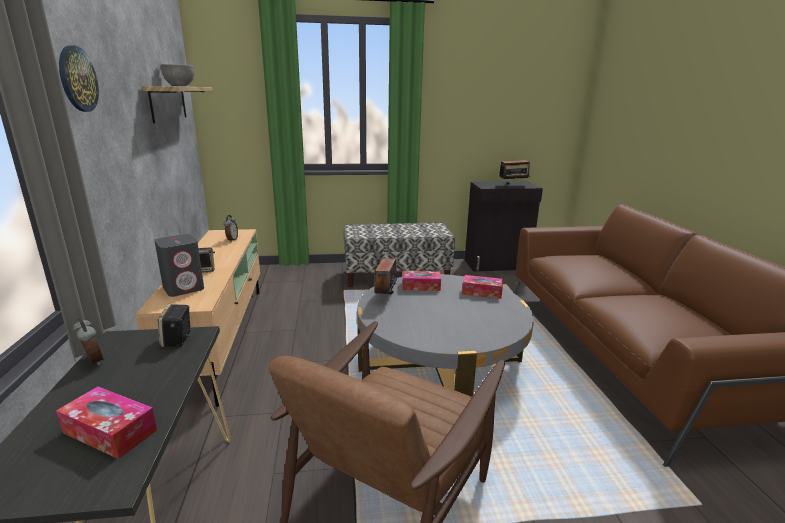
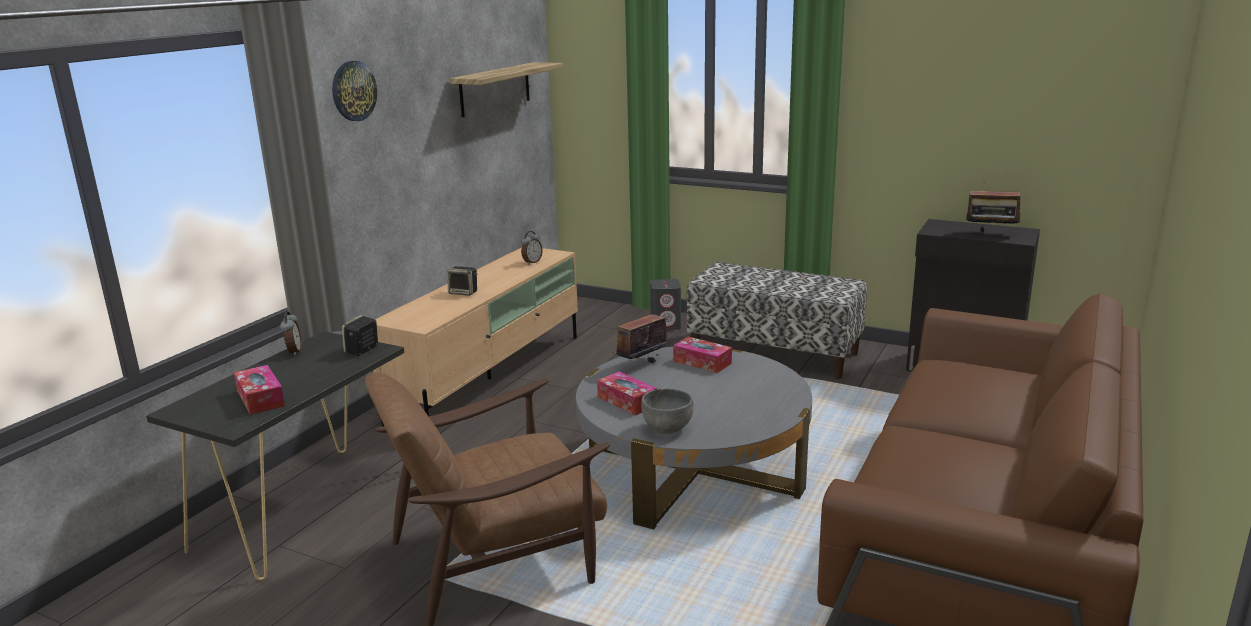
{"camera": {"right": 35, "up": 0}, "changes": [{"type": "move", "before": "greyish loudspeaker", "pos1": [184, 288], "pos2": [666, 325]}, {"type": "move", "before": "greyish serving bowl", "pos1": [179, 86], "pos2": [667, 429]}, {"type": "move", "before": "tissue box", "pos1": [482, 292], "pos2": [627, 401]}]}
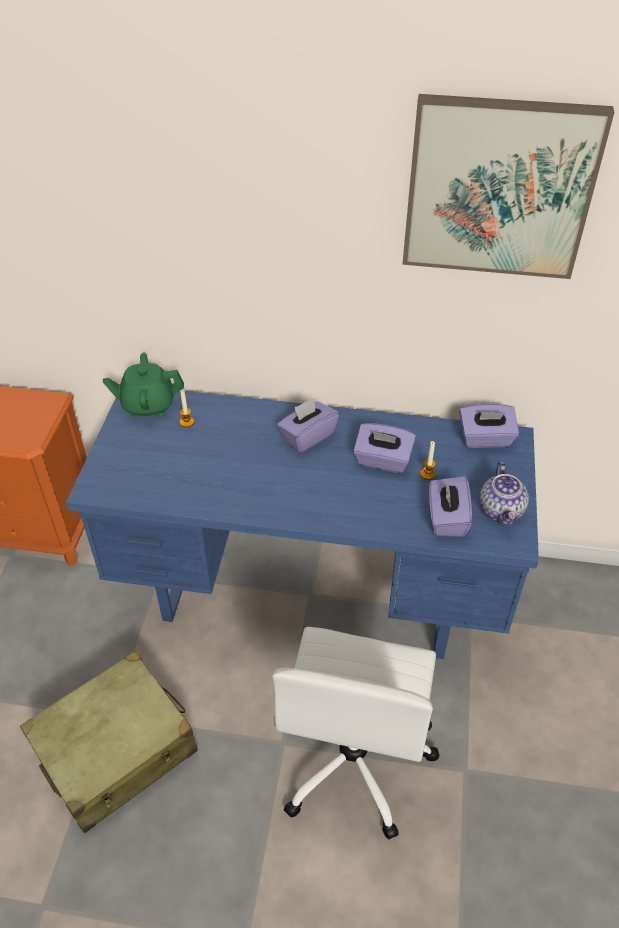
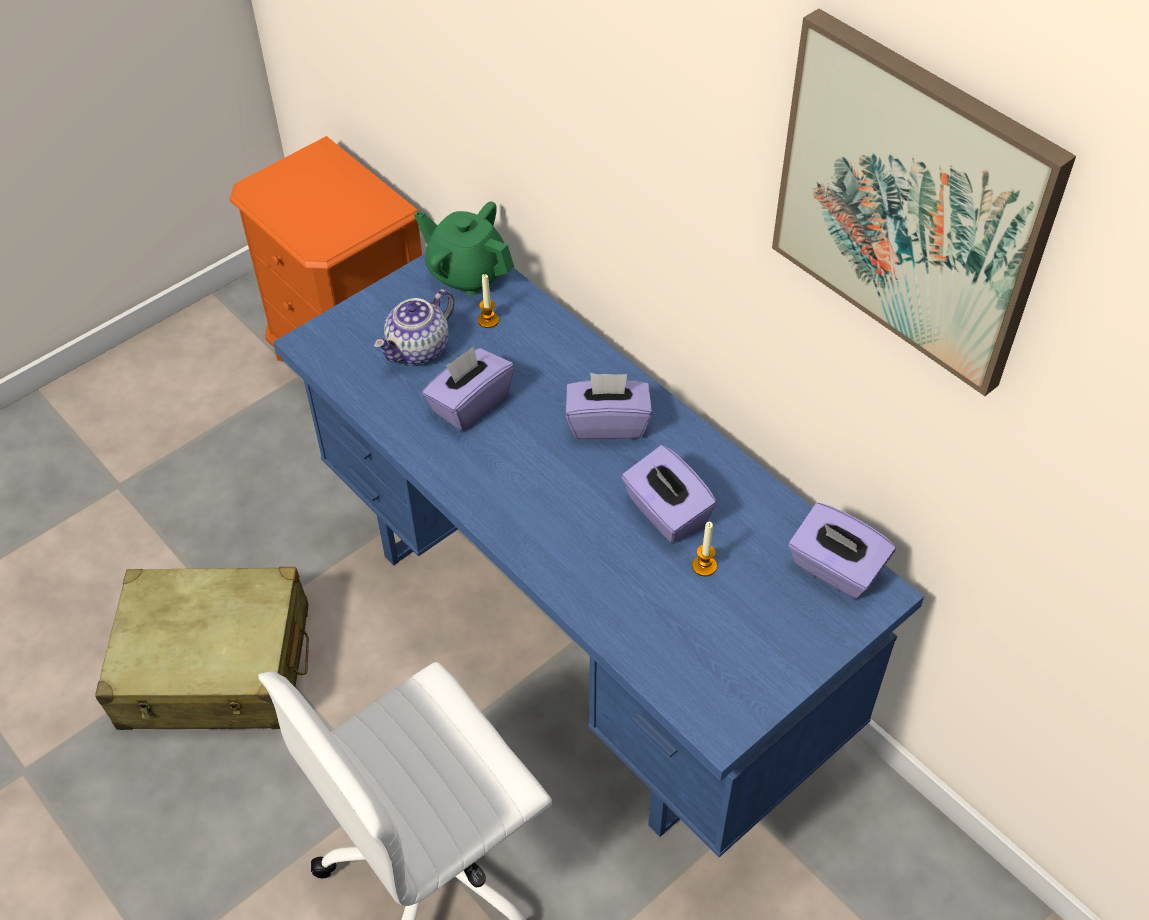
{"camera": {"right": 40, "up": 5}, "changes": [{"type": "move", "before": "purple tissue box", "pos1": [446, 518], "pos2": [470, 403]}, {"type": "move", "before": "pot for tea", "pos1": [501, 511], "pos2": [418, 349]}]}
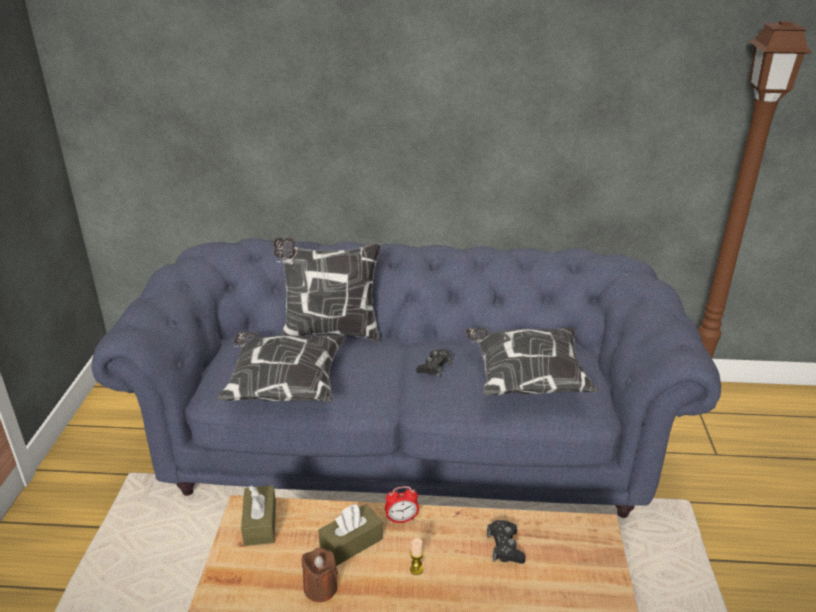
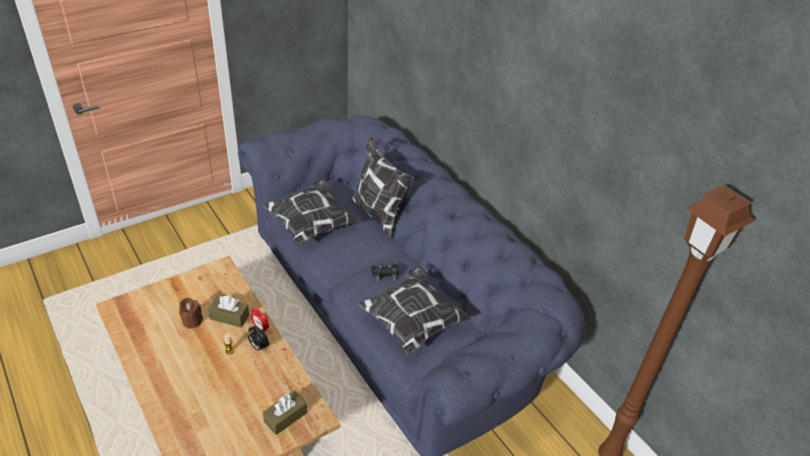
{"camera": {"right": 50, "up": 10}, "changes": [{"type": "delete", "before": "black-coloured gamepad", "pos1": [505, 547]}, {"type": "insert", "after": "alarm clock", "pos2": [258, 347]}, {"type": "move", "before": "brownish tissue box", "pos1": [260, 523], "pos2": [285, 417]}]}
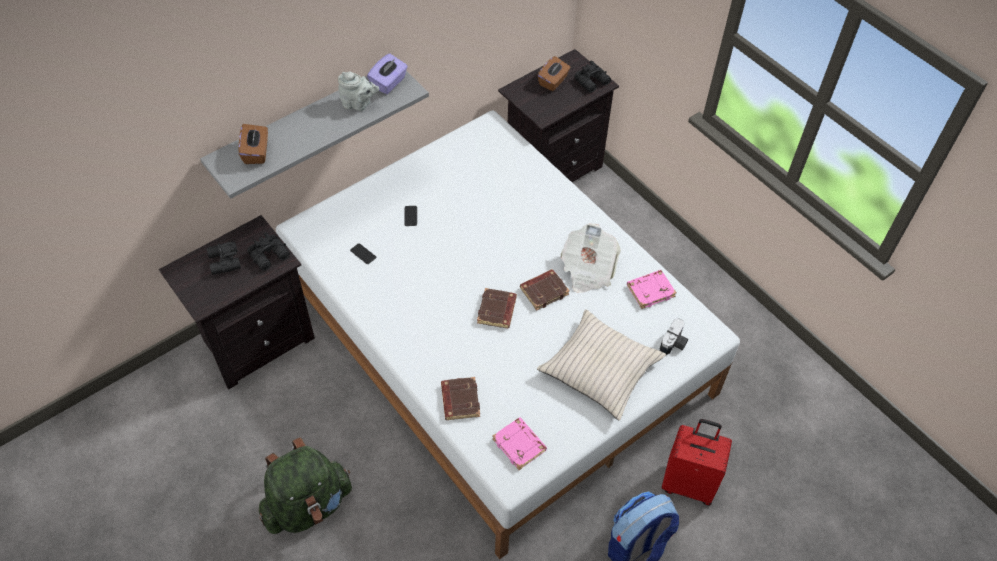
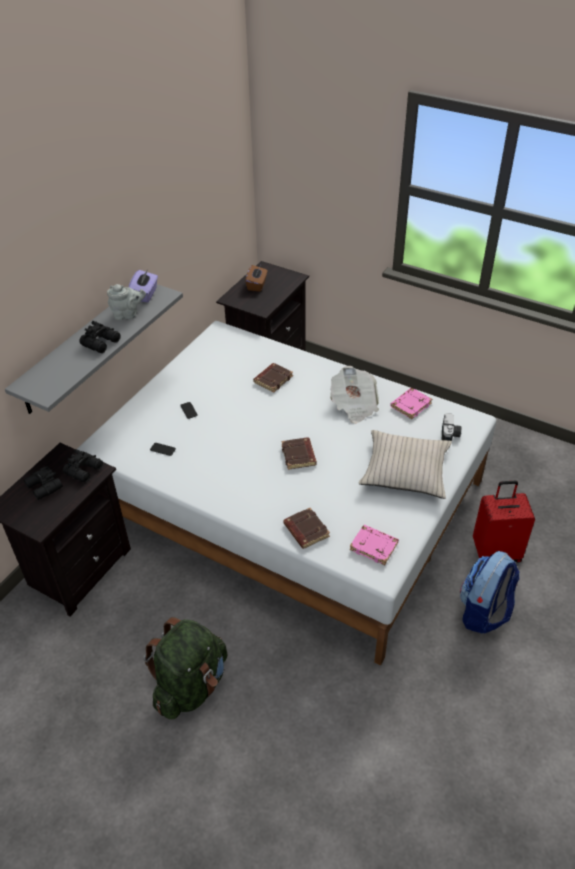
{"camera": {"right": -20, "up": -10}, "changes": [{"type": "delete", "before": "brownish tissue box", "pos1": [256, 152]}, {"type": "move", "before": "brownish bound book", "pos1": [544, 291], "pos2": [273, 379]}, {"type": "move", "before": "black-coloured pair of binoculars", "pos1": [593, 82], "pos2": [102, 343]}]}
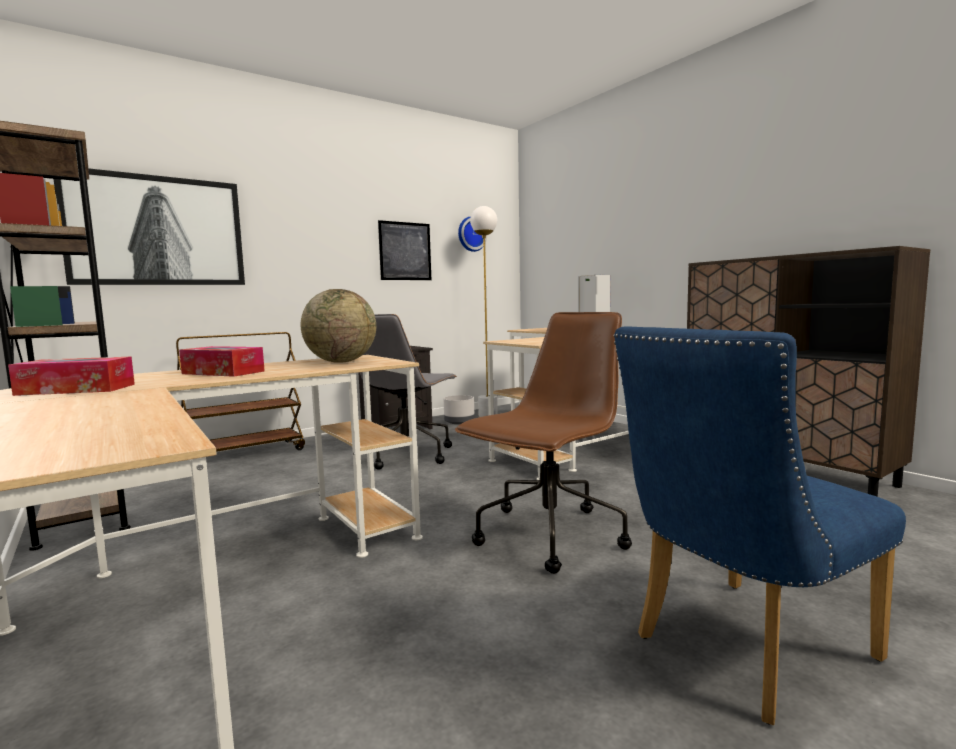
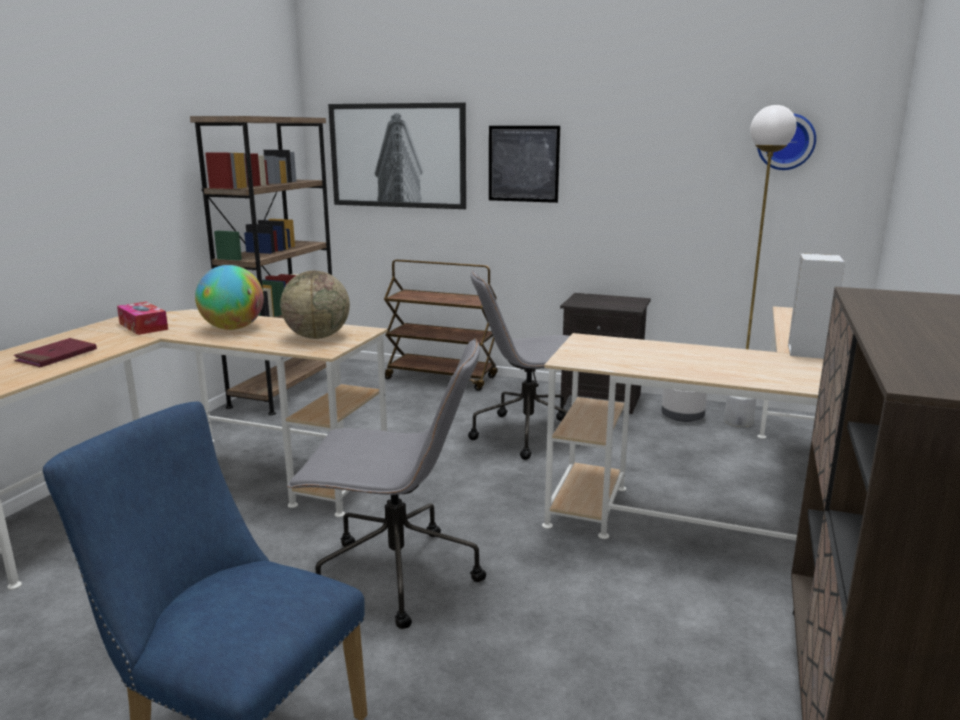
{"camera": {"right": 55, "up": 10}, "changes": [{"type": "insert", "after": "reddish bound book", "pos2": [56, 356]}, {"type": "move", "before": "wall picture", "pos1": [405, 251], "pos2": [523, 164]}, {"type": "replace", "before": "tissue box", "after": "desk globe", "pos1": [223, 372], "pos2": [233, 328]}, {"type": "recolor", "before": "brownish office chair", "after": "greyish office chair", "pos1": [548, 537], "pos2": [395, 575]}]}
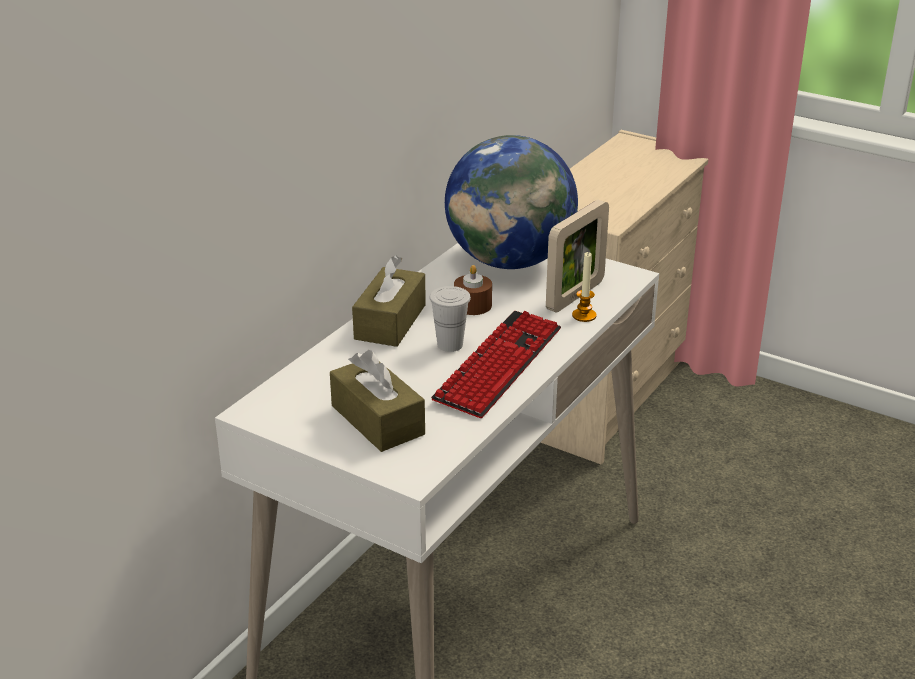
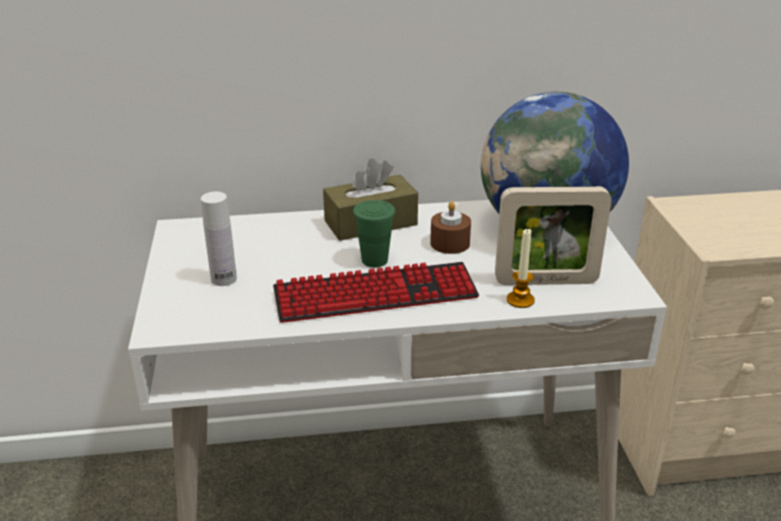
{"camera": {"right": 50, "up": 0}, "changes": [{"type": "replace", "before": "brownish tissue box", "after": "white-coloured beverage bottle", "pos1": [377, 420], "pos2": [223, 279]}, {"type": "recolor", "before": "white-coloured cup", "after": "green-coloured cup", "pos1": [450, 345], "pos2": [374, 260]}]}
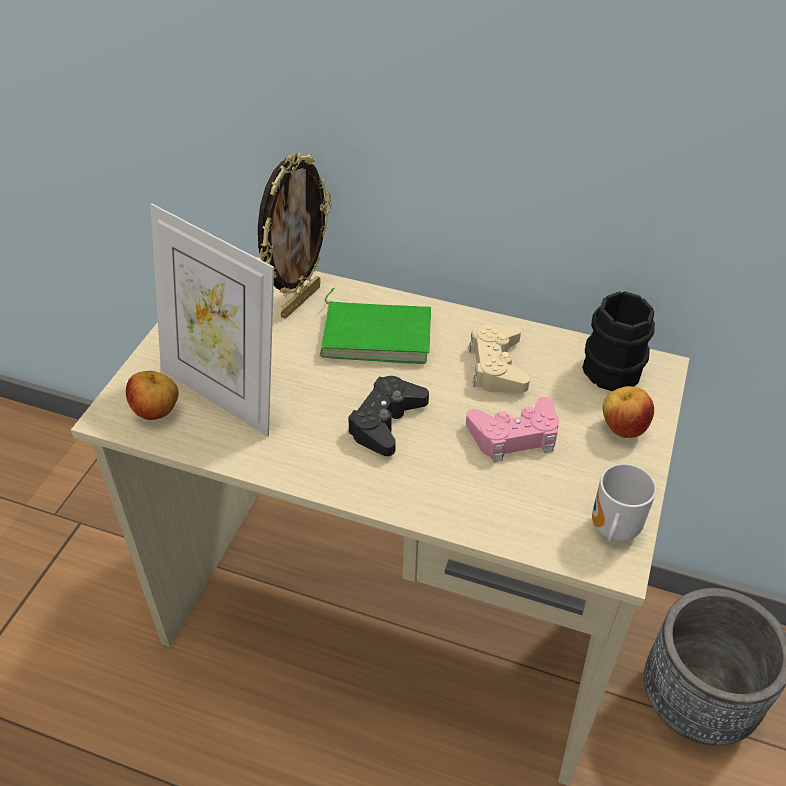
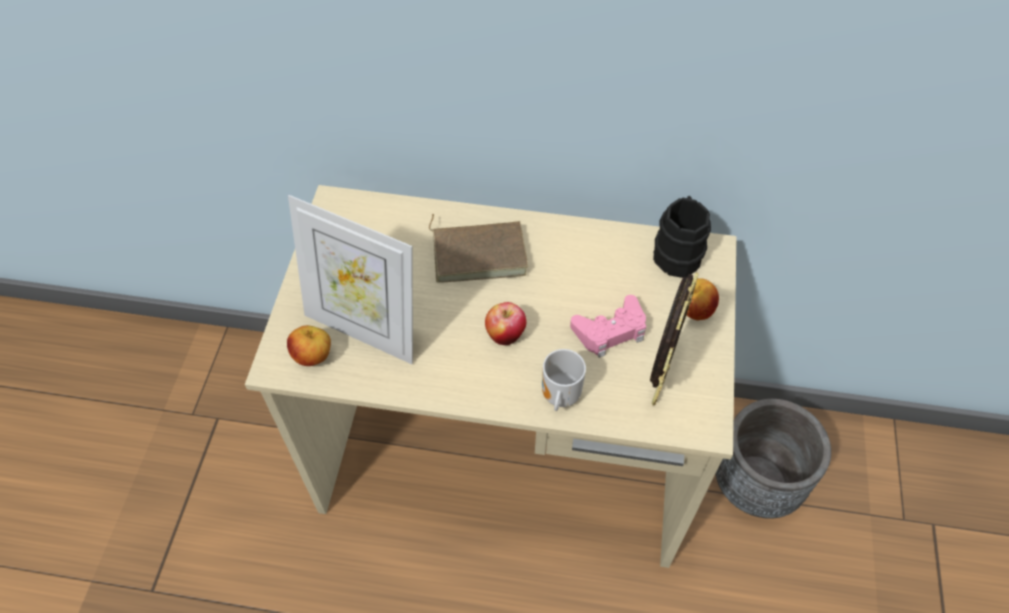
{"camera": {"right": -10, "up": 10}, "changes": [{"type": "delete", "before": "beige-coloured gamepad", "pos1": [497, 366]}, {"type": "move", "before": "picture frame", "pos1": [299, 300], "pos2": [659, 379]}, {"type": "move", "before": "mug", "pos1": [611, 530], "pos2": [558, 397]}, {"type": "replace", "before": "black-coloured gamepad", "after": "apple", "pos1": [386, 422], "pos2": [505, 335]}, {"type": "recolor", "before": "green-coloured bound book", "after": "brownish bound book", "pos1": [377, 334], "pos2": [479, 252]}]}
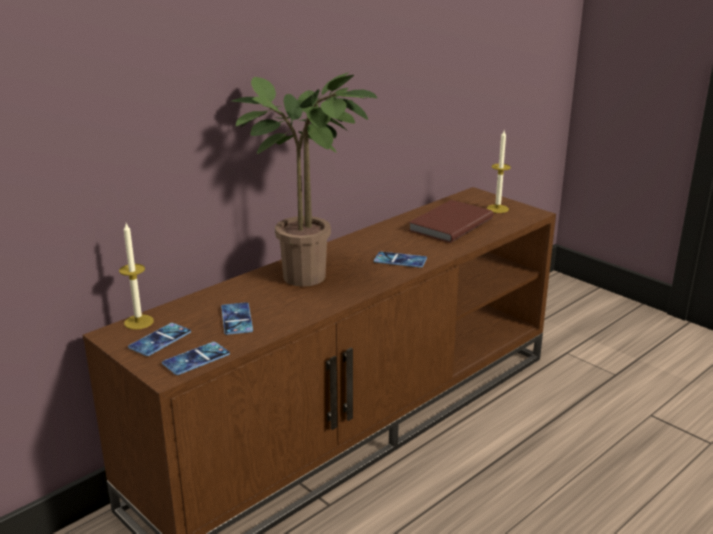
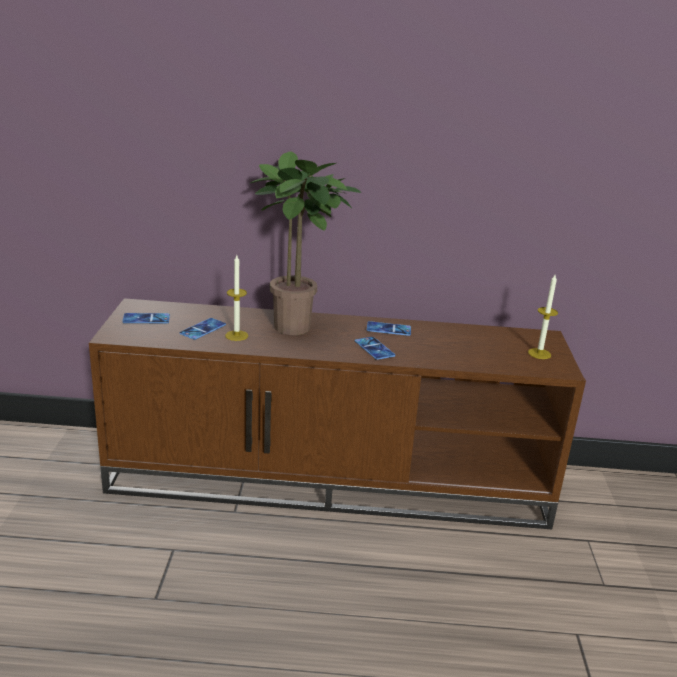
{"camera": {"right": 45, "up": 0}, "changes": [{"type": "delete", "before": "brownish bound book", "pos1": [448, 224]}, {"type": "move", "before": "candle", "pos1": [138, 322], "pos2": [236, 335]}, {"type": "move", "before": "phone", "pos1": [196, 359], "pos2": [388, 329]}]}
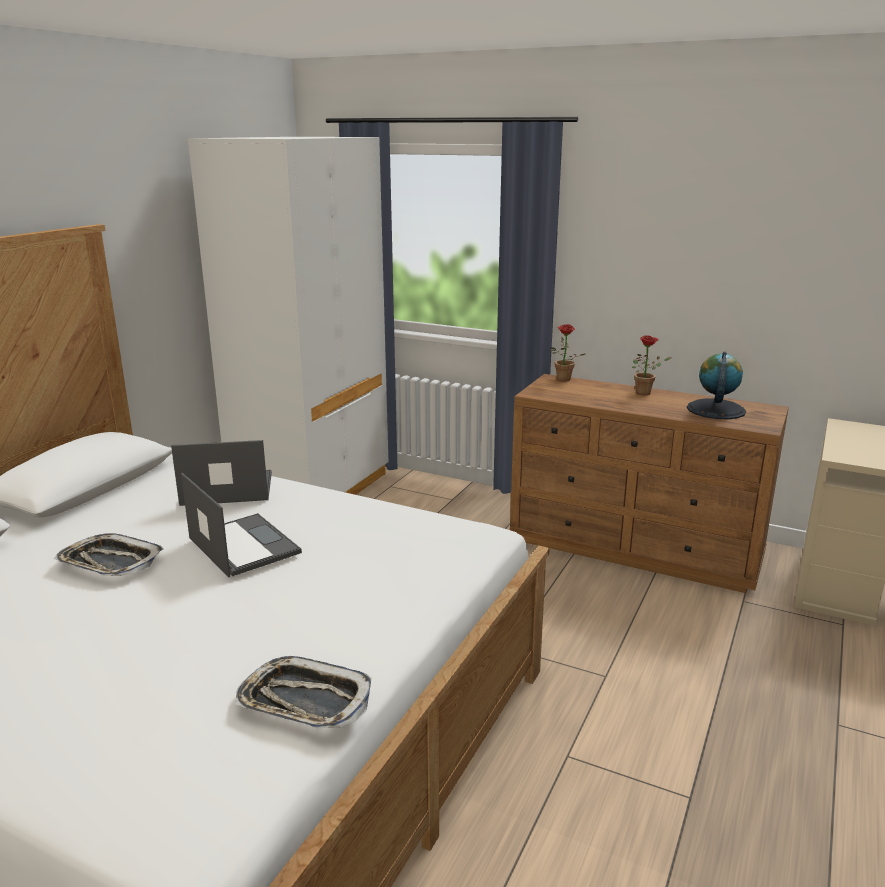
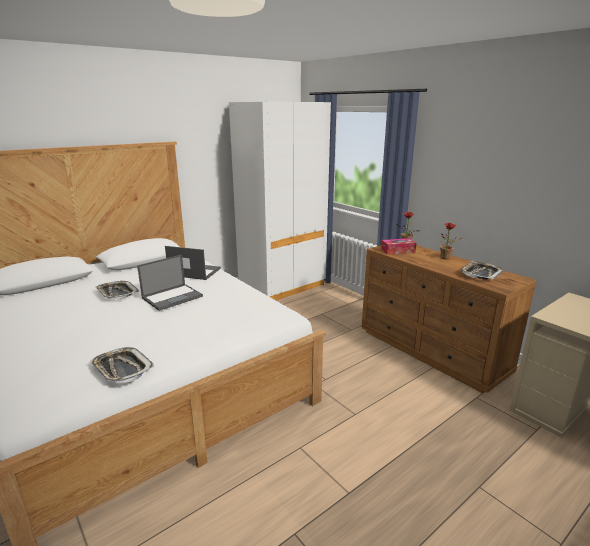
{"camera": {"right": 25, "up": 0}, "changes": [{"type": "insert", "after": "tissue box", "pos2": [398, 251]}, {"type": "replace", "before": "desk globe", "after": "serving tray", "pos1": [715, 409], "pos2": [481, 273]}, {"type": "rotate", "before": "laptop", "pos1": [243, 545], "pos2": [173, 297], "turn": 60}]}
